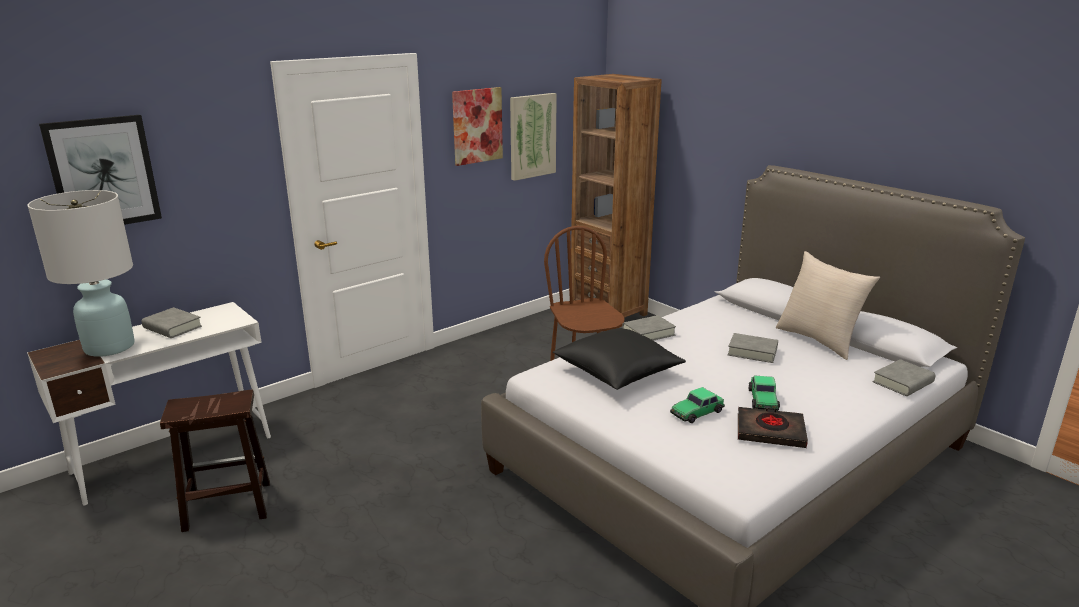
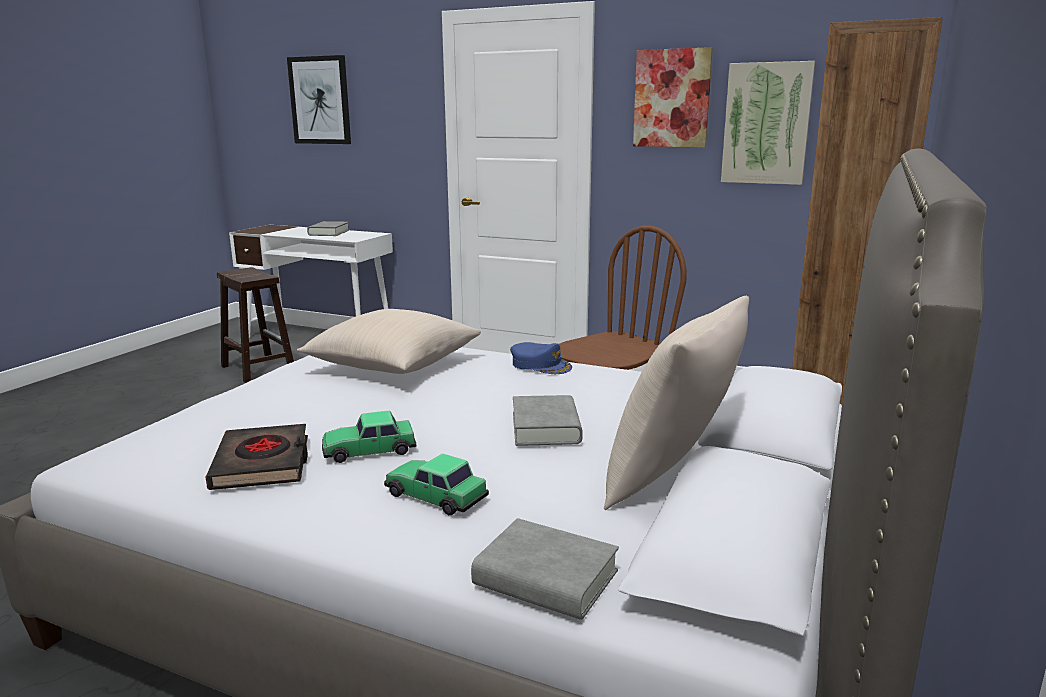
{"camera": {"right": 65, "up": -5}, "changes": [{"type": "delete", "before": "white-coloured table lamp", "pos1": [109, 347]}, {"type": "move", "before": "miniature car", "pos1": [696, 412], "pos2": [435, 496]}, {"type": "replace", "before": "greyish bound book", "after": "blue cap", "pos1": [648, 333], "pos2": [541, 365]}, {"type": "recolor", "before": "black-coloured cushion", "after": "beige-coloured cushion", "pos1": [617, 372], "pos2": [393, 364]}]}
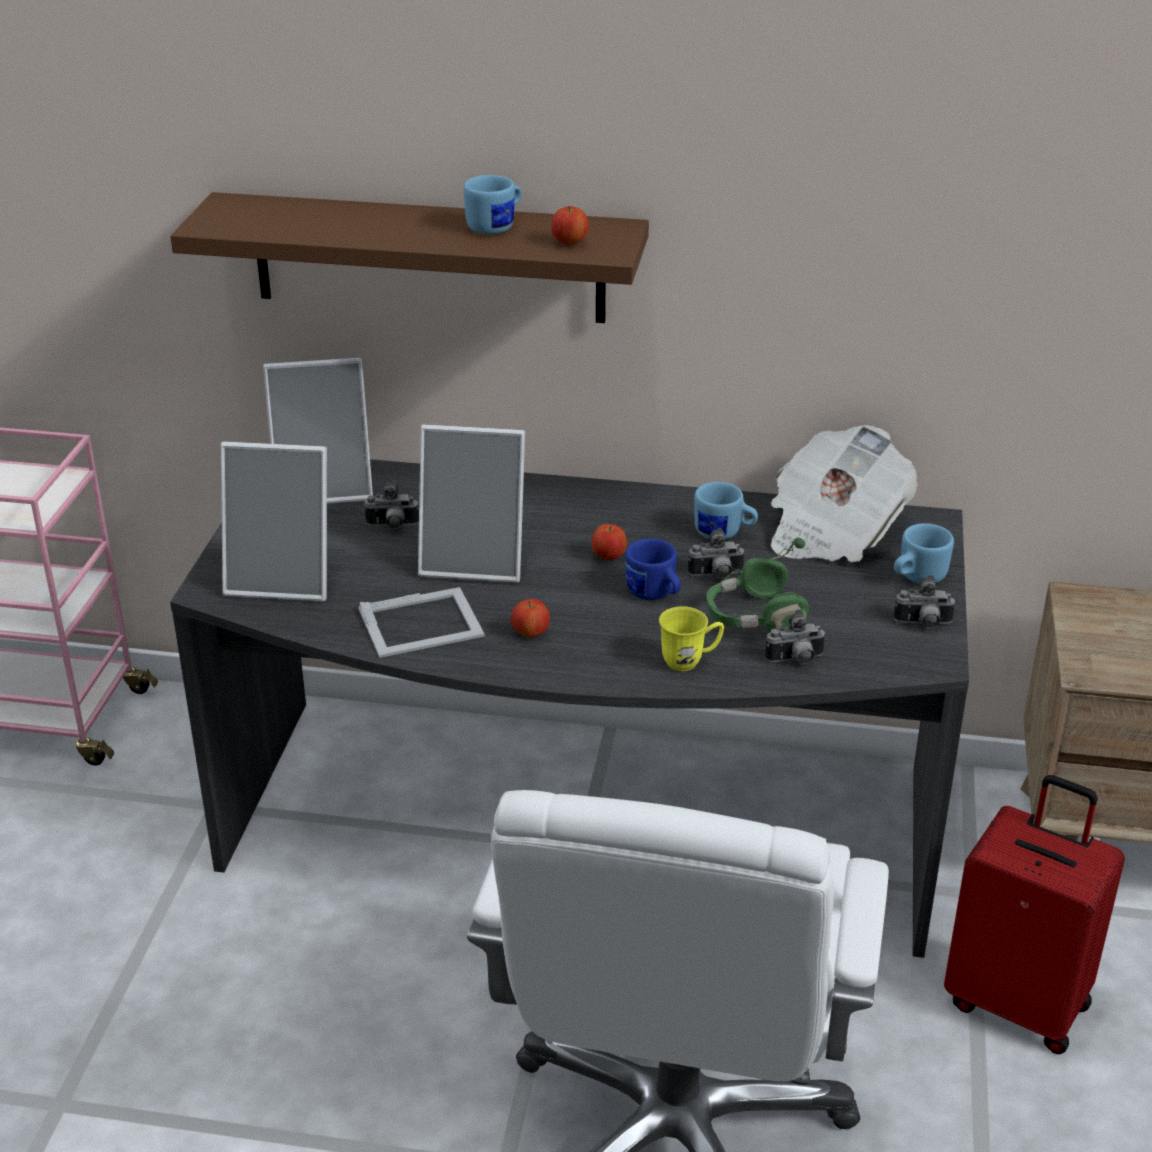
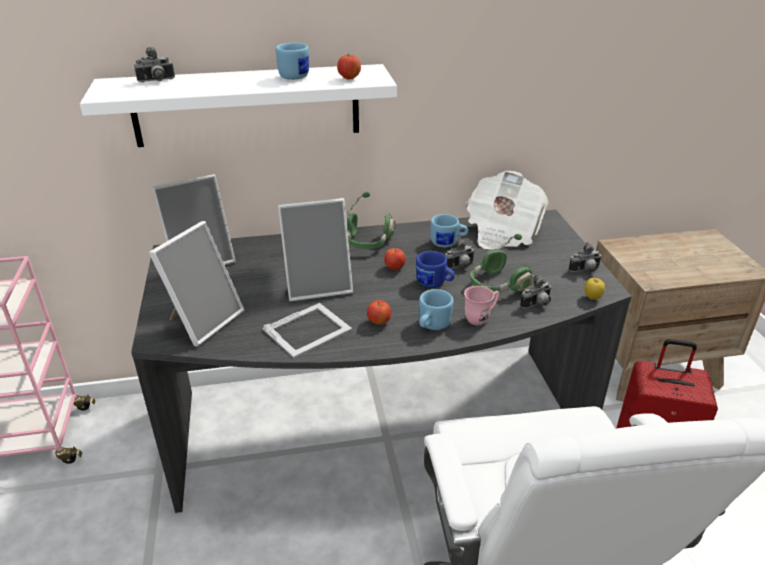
{"camera": {"right": -20, "up": 0}, "changes": [{"type": "insert", "after": "green-coloured headphones", "pos2": [367, 242]}, {"type": "insert", "after": "apple", "pos2": [592, 298]}, {"type": "move", "before": "still camera", "pos1": [392, 526], "pos2": [156, 81]}, {"type": "move", "before": "blue mug", "pos1": [916, 577], "pos2": [431, 326]}, {"type": "recolor", "before": "brownish bracket shelf", "after": "white-coloured bracket shelf", "pos1": [428, 258], "pos2": [247, 105]}, {"type": "recolor", "before": "yellow mug", "after": "pinkish mug", "pos1": [690, 661], "pos2": [480, 318]}, {"type": "rotate", "before": "picture frame", "pos1": [284, 579], "pos2": [203, 321], "turn": -45}]}
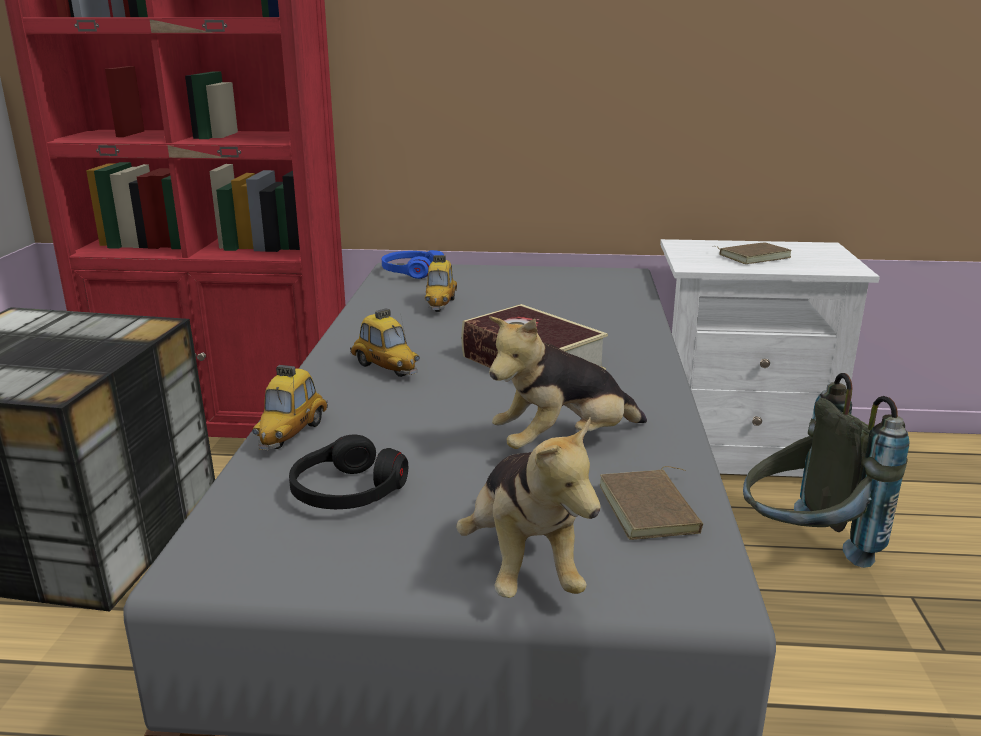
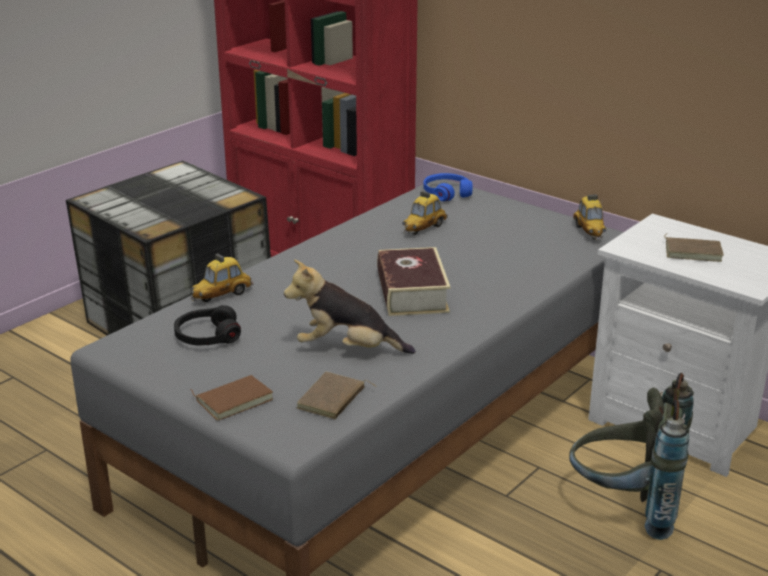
{"camera": {"right": 35, "up": 5}, "changes": [{"type": "move", "before": "miniature car", "pos1": [386, 368], "pos2": [589, 232]}, {"type": "replace", "before": "soft toy", "after": "brownish bound book", "pos1": [522, 565], "pos2": [233, 399]}]}
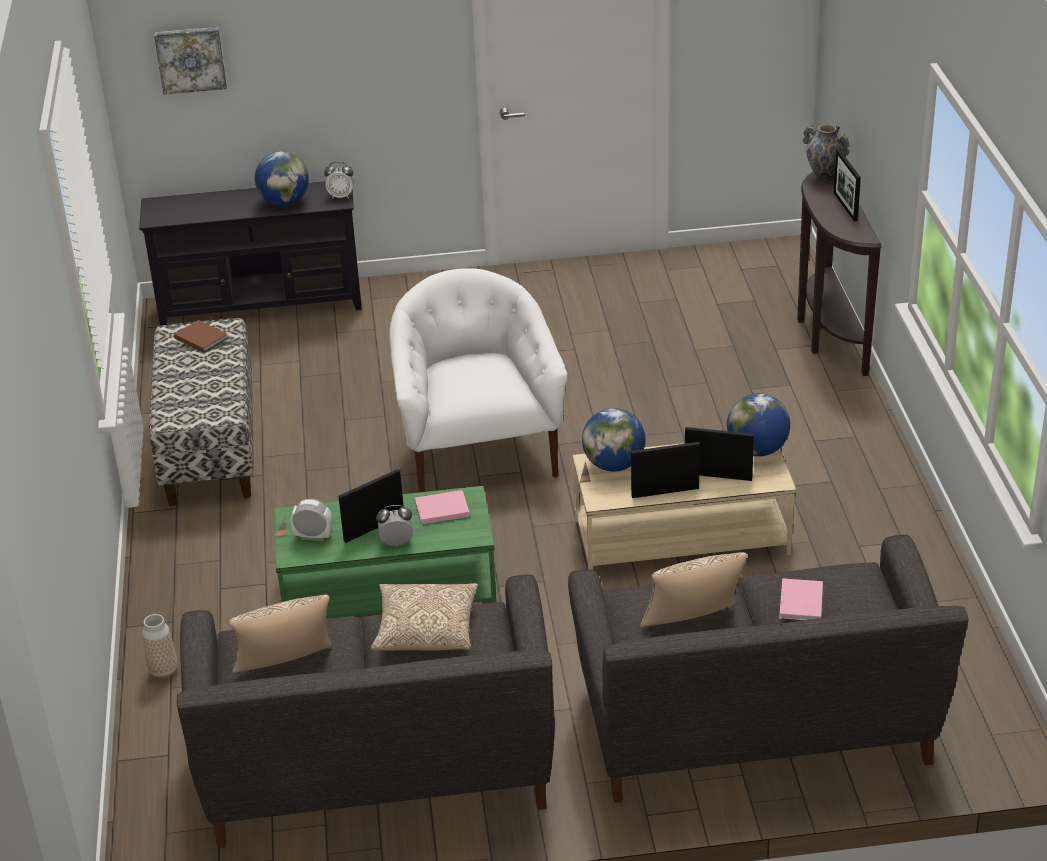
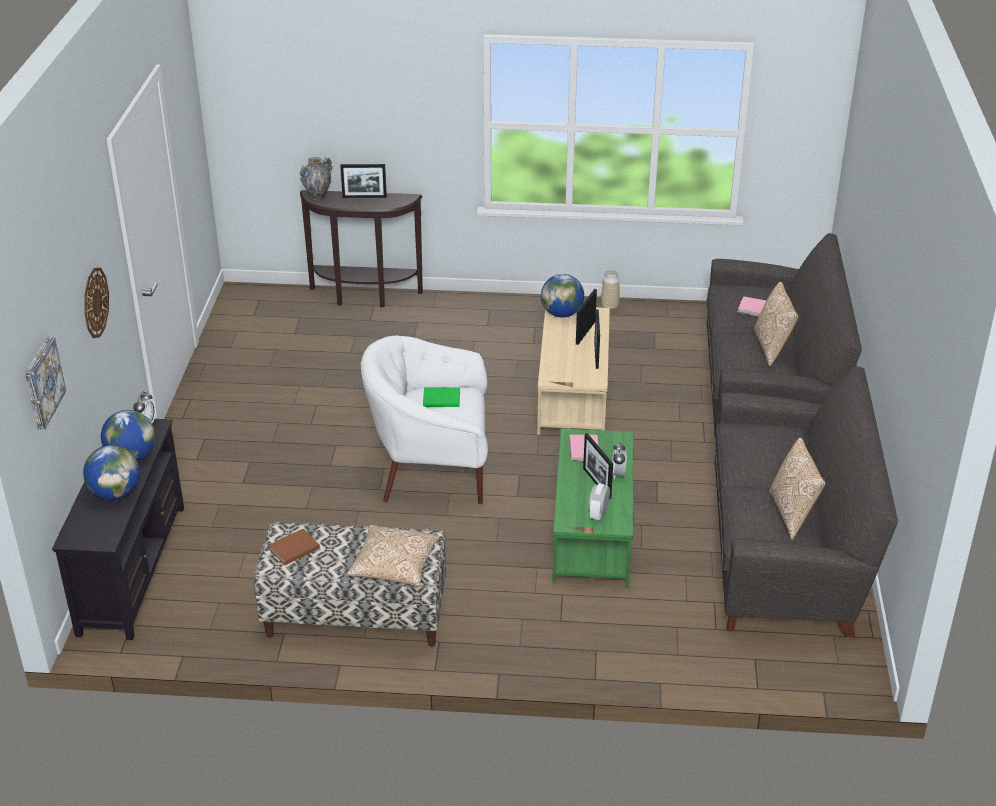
{"camera": {"right": -80, "up": 0}, "changes": [{"type": "insert", "after": "clock on the wall", "pos2": [95, 302]}, {"type": "insert", "after": "green-coloured bound book", "pos2": [440, 398]}, {"type": "move", "before": "decorative vase", "pos1": [163, 671], "pos2": [609, 307]}, {"type": "move", "before": "cushion", "pos1": [426, 631], "pos2": [394, 566]}, {"type": "move", "before": "desk globe", "pos1": [613, 465], "pos2": [115, 493]}]}
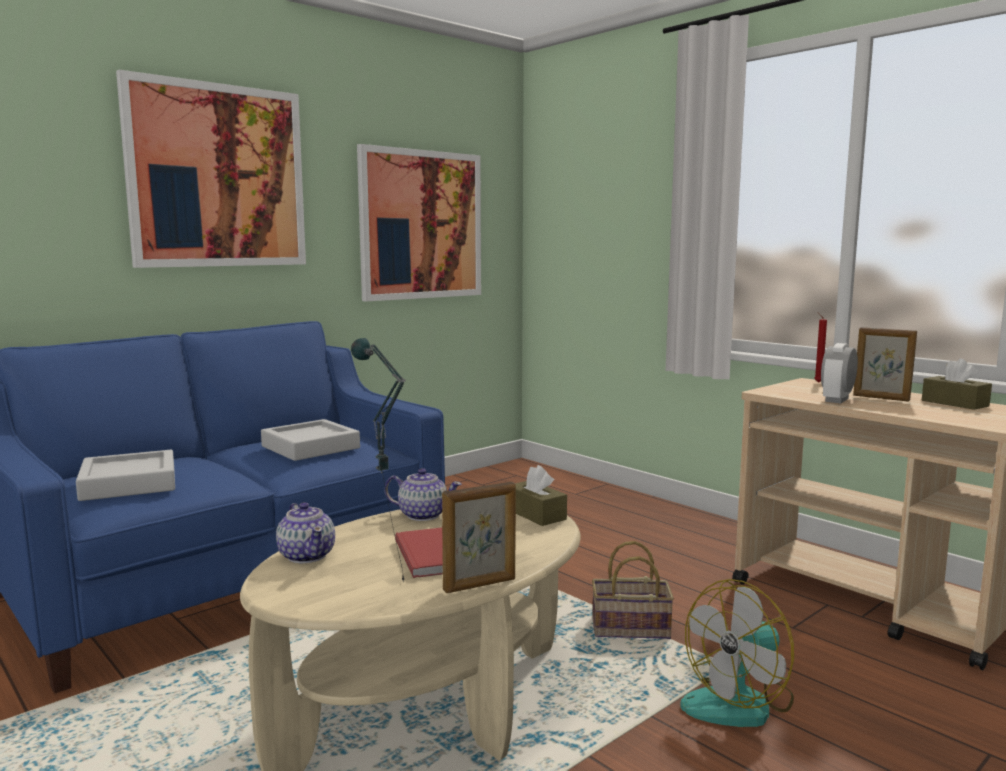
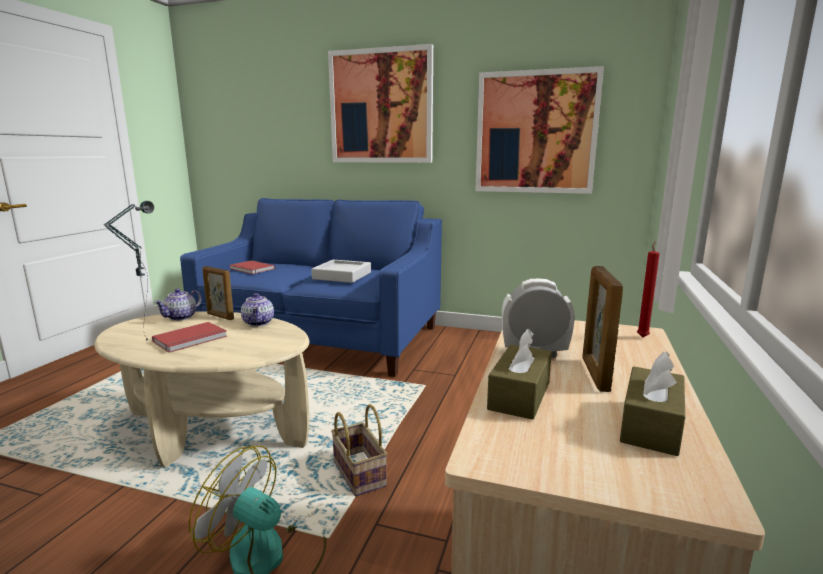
{"camera": {"right": 60, "up": 5}, "changes": [{"type": "move", "before": "picture frame", "pos1": [480, 585], "pos2": [220, 316]}, {"type": "move", "before": "brownish tissue box", "pos1": [536, 514], "pos2": [519, 395]}, {"type": "replace", "before": "greyish serving tray", "after": "reddish bound book", "pos1": [129, 483], "pos2": [251, 269]}]}
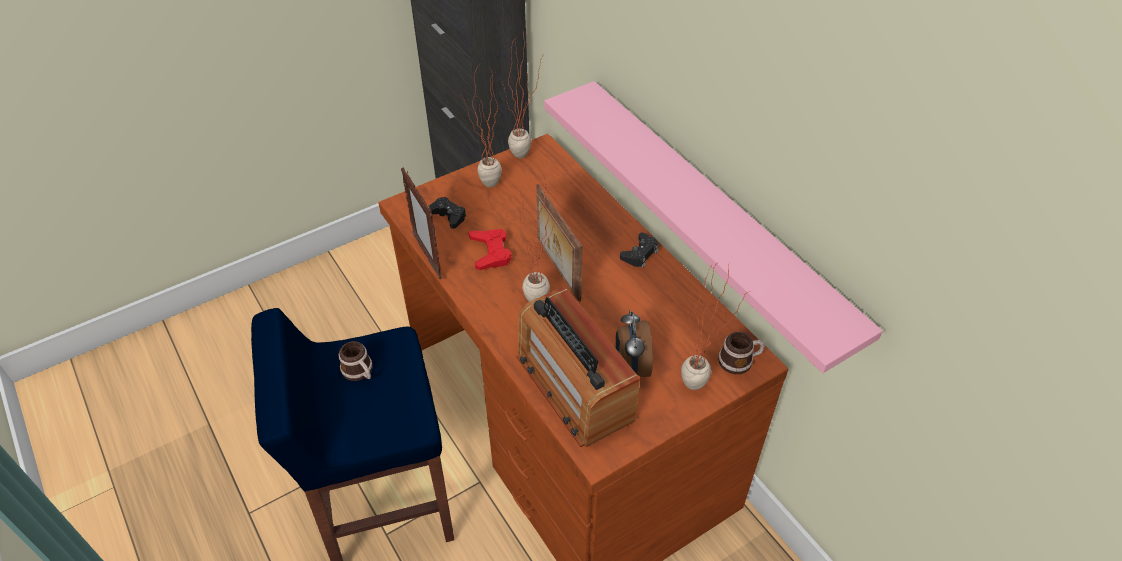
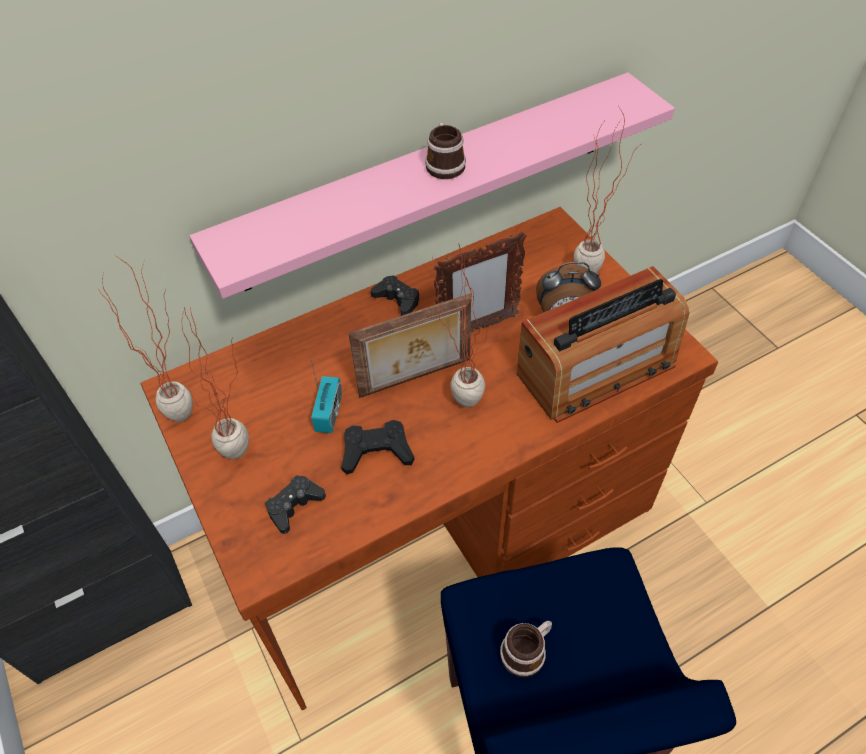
{"camera": {"right": -85, "up": 5}, "changes": [{"type": "insert", "after": "radio", "pos2": [329, 412]}, {"type": "move", "before": "picture frame", "pos1": [427, 256], "pos2": [477, 329]}, {"type": "move", "before": "mug", "pos1": [740, 361], "pos2": [444, 163]}, {"type": "recolor", "before": "reddish gamepad", "after": "black-coloured gamepad", "pos1": [490, 252], "pos2": [376, 451]}]}
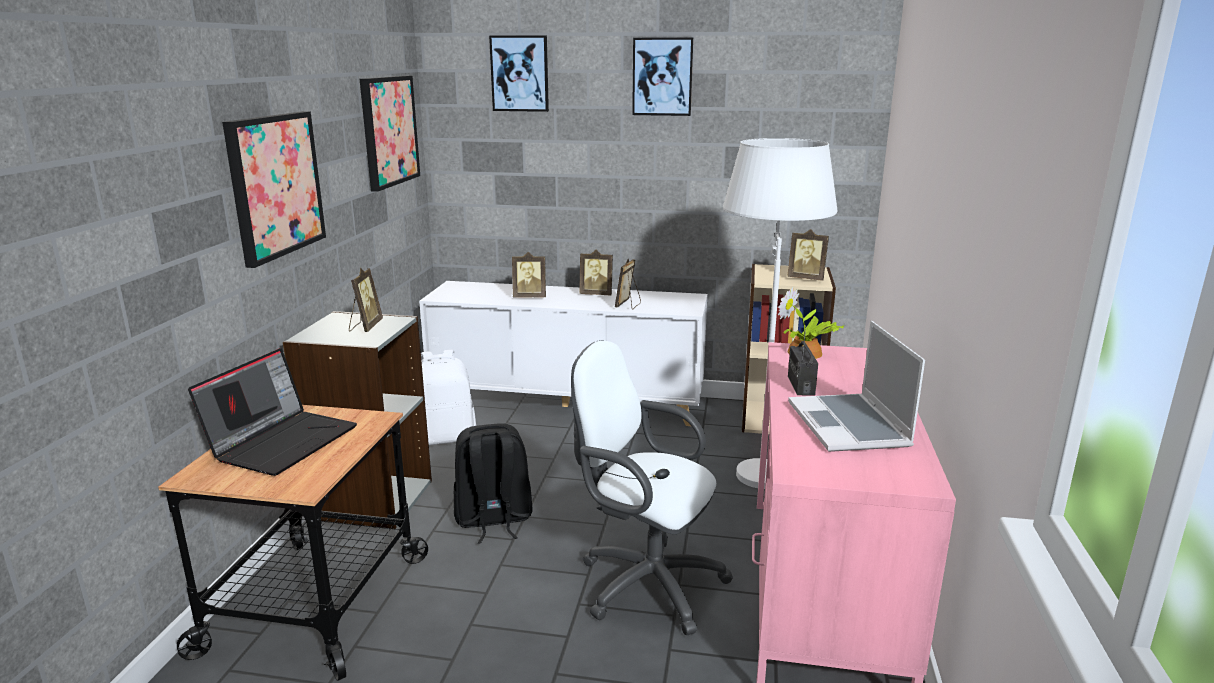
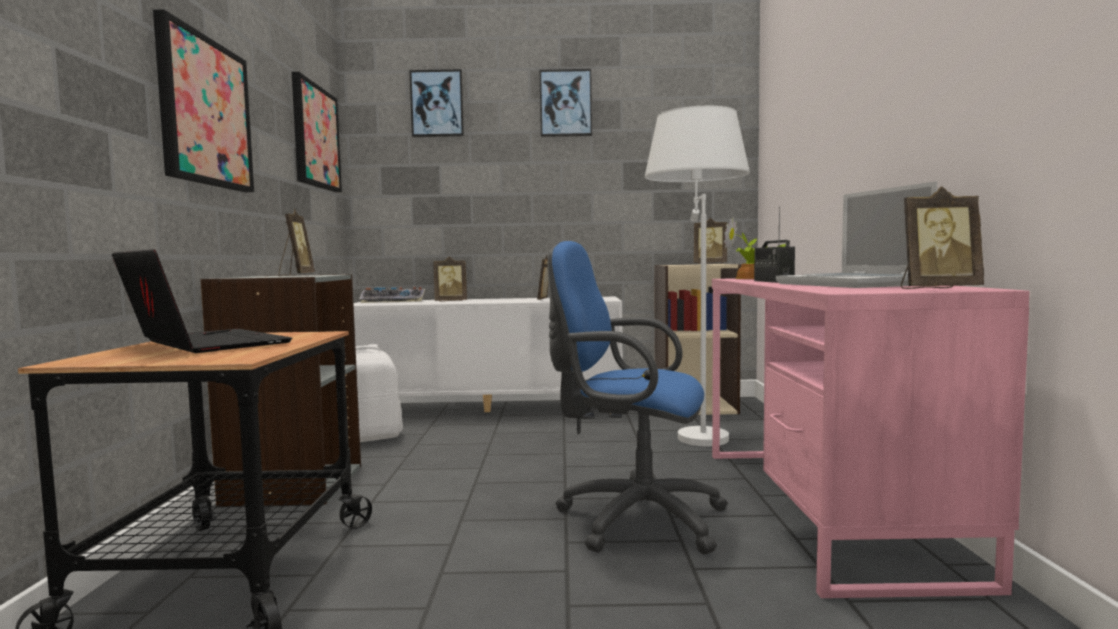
{"camera": {"right": -10, "up": -15}, "changes": [{"type": "delete", "before": "black-coloured knapsack", "pos1": [493, 520]}, {"type": "insert", "after": "PC keyboard", "pos2": [394, 301]}, {"type": "move", "before": "picture frame", "pos1": [596, 294], "pos2": [936, 289]}, {"type": "recolor", "before": "white-coloured office chair", "after": "blue office chair", "pos1": [644, 582], "pos2": [632, 518]}, {"type": "rotate", "before": "laptop", "pos1": [283, 441], "pos2": [202, 344], "turn": -60}]}
